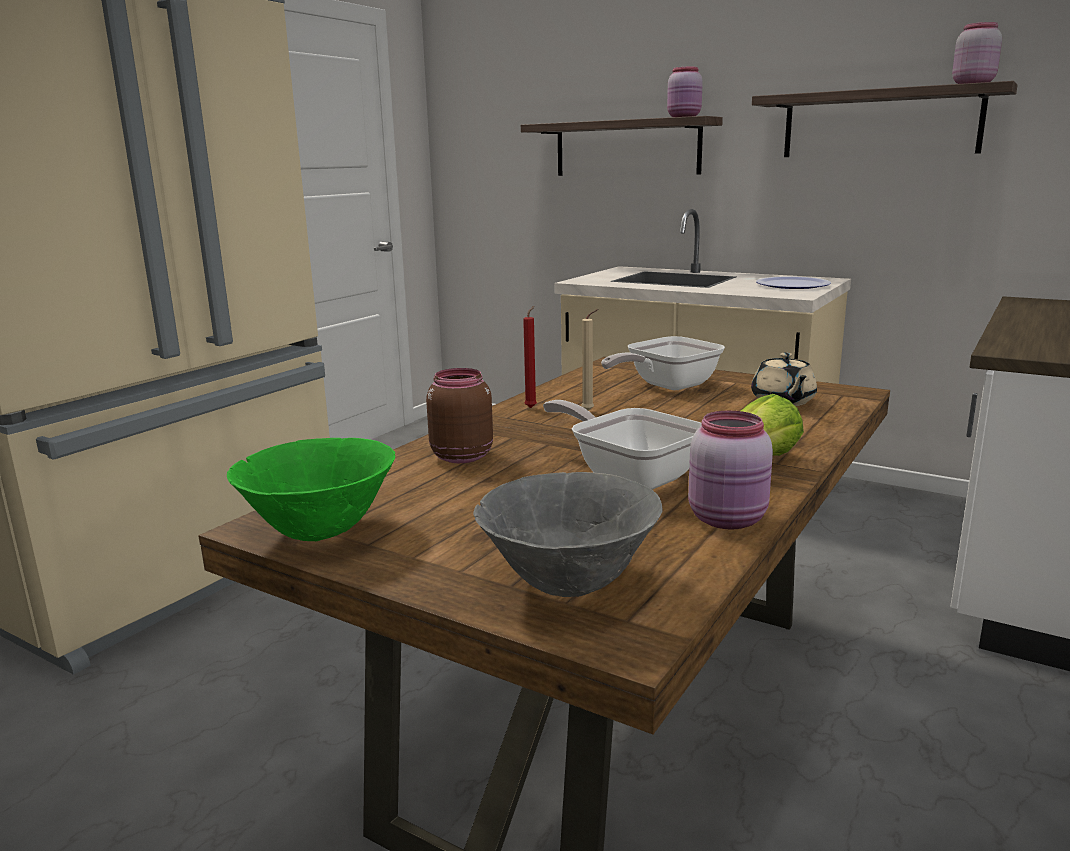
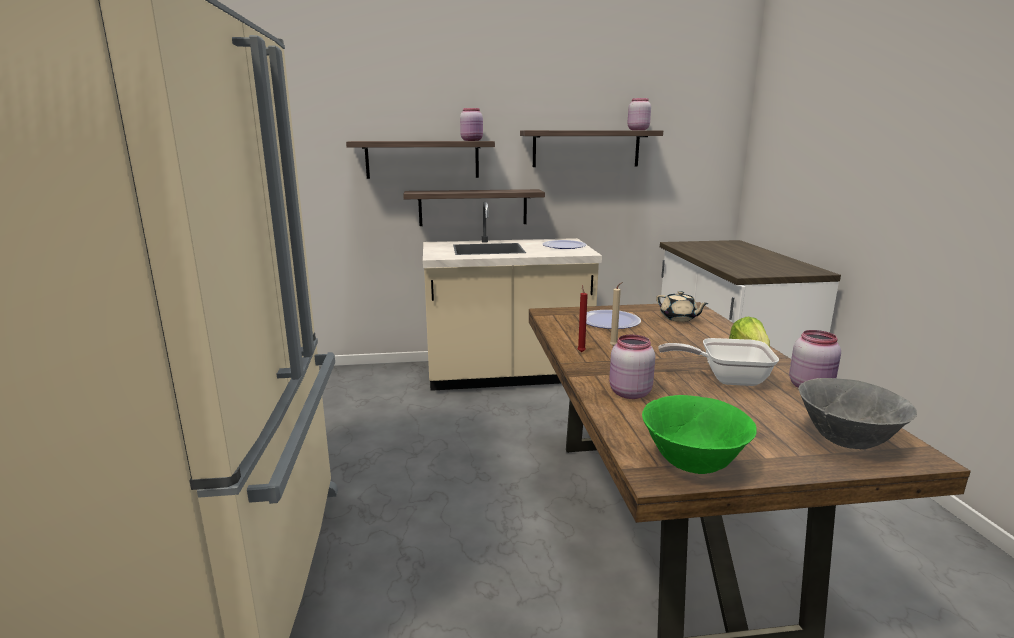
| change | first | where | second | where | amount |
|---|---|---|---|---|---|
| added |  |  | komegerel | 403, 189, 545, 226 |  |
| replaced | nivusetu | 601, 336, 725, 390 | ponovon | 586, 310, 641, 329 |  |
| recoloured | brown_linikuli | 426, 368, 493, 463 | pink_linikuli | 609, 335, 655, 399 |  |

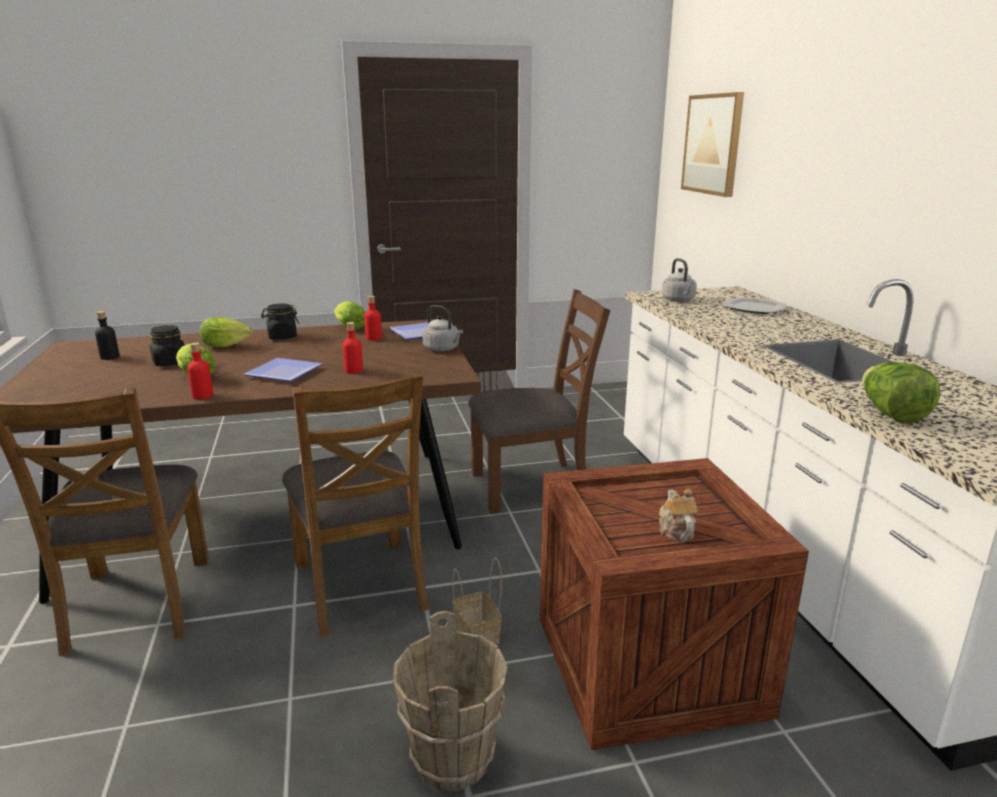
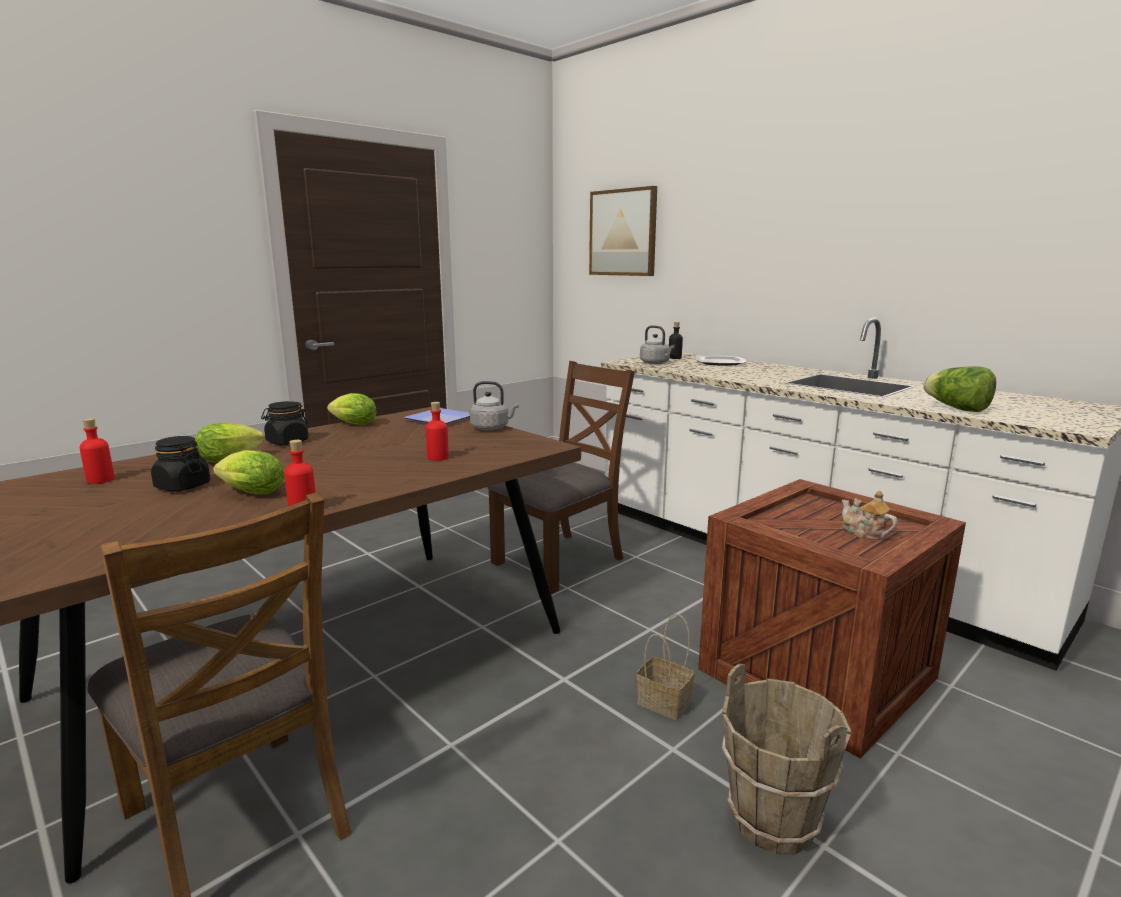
| change | first | where | second | where | amount |
|---|---|---|---|---|---|
| moved | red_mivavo | 364, 296, 382, 341 |  | 80, 418, 115, 484 |  |
| moved | black_mivavo | 95, 311, 119, 360 |  | 669, 322, 683, 359 |  |
| removed | ponovon | 243, 358, 322, 381 |  |  |  |
| removed | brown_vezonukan | 282, 371, 429, 637 |  |  |  |

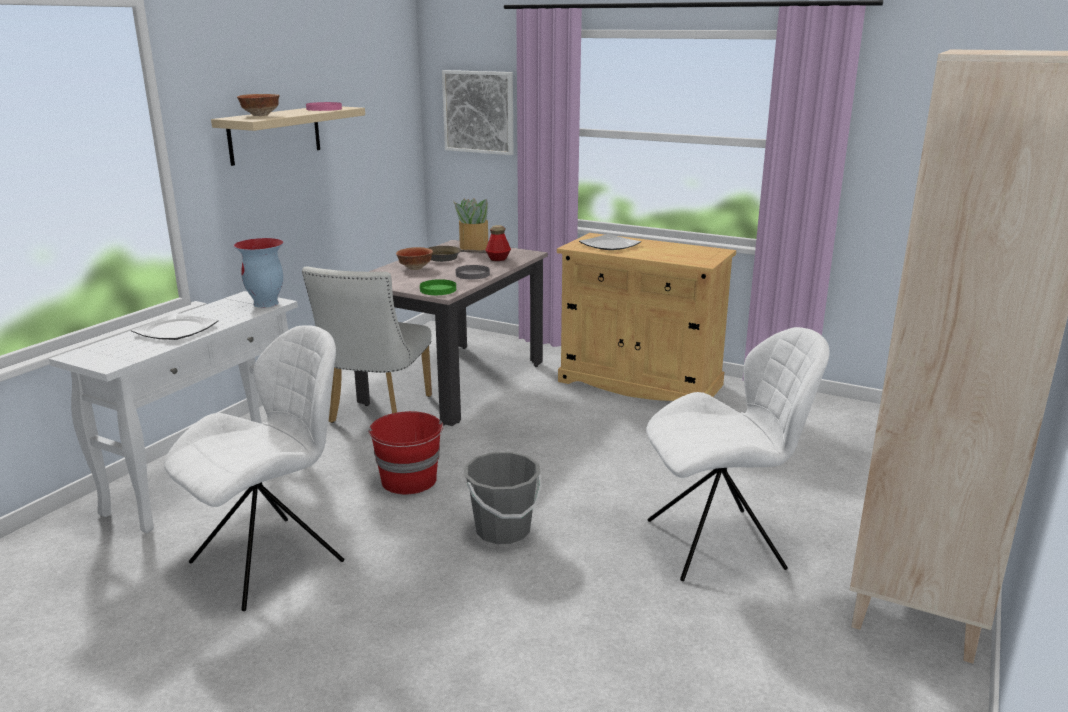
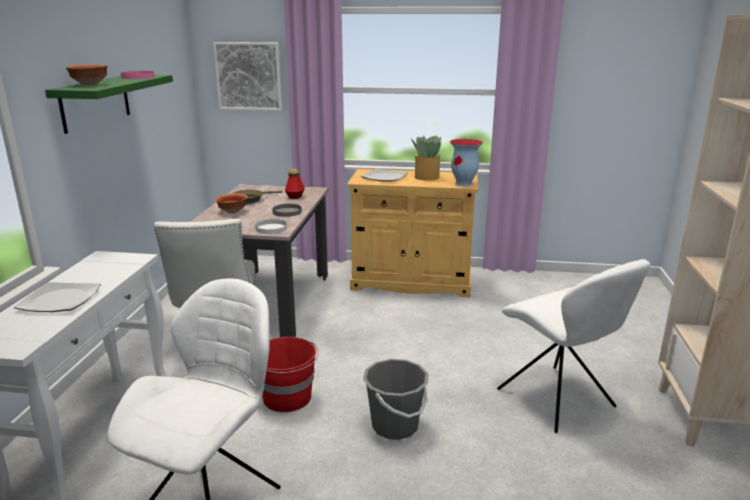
| change | first | where | second | where | amount |
|---|---|---|---|---|---|
| recoloured | beige_komegerel | 211, 107, 365, 166 | green_komegerel | 45, 75, 173, 134 |  |
| recoloured | green_ponovon | 420, 279, 456, 295 | white_ponovon | 255, 219, 287, 234 |  |
| moved | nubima | 454, 198, 488, 250 |  | 412, 135, 441, 180 |  |
| moved | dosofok | 234, 238, 284, 308 |  | 450, 139, 483, 186 |  |
| turned | white_vezonukan | 646, 327, 830, 581 |  | 497, 259, 650, 433 | 90 degrees clockwise |

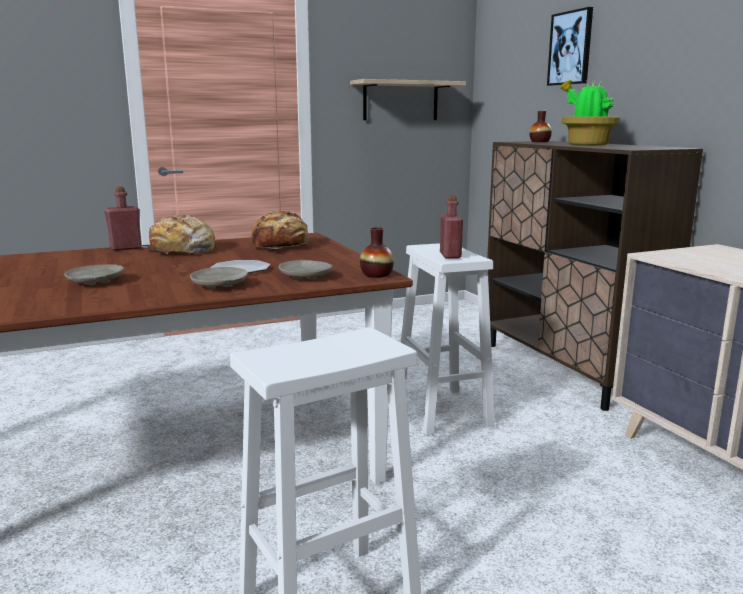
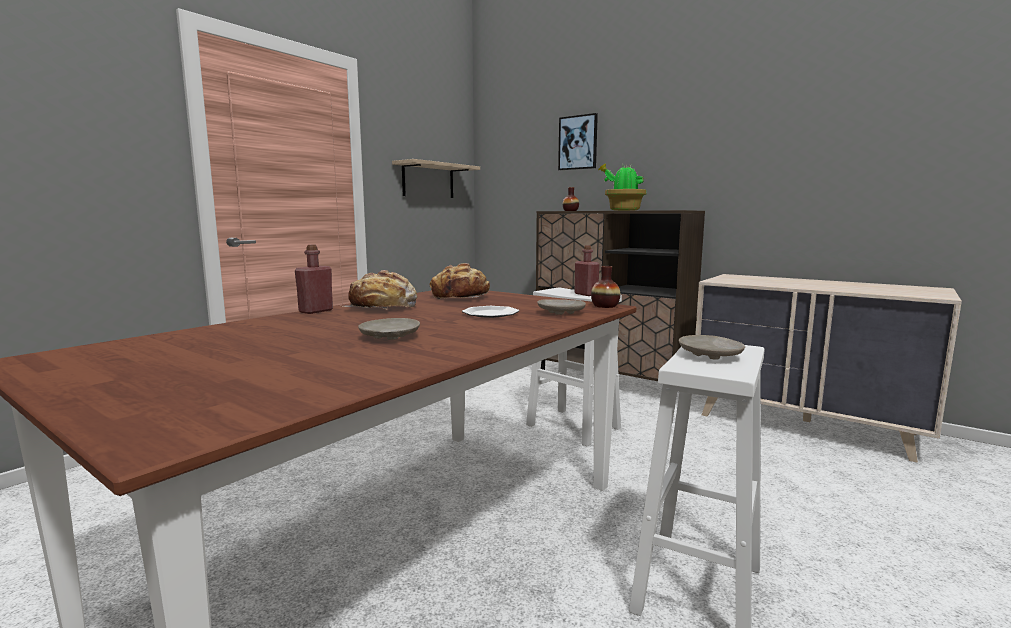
| change | first | where | second | where | amount |
|---|---|---|---|---|---|
| moved | beige_ponovon | 190, 267, 248, 289 |  | 679, 335, 745, 359 |  |

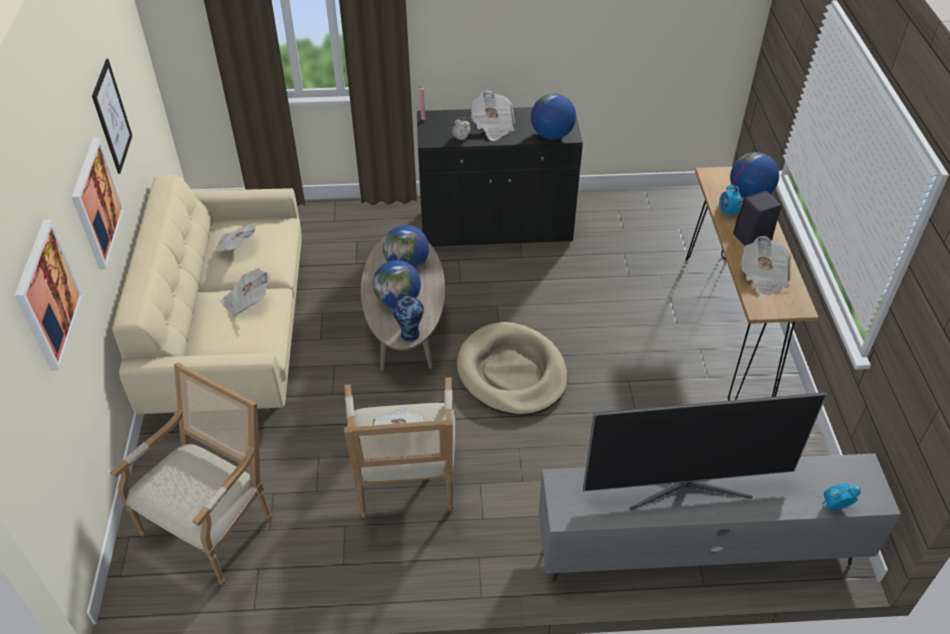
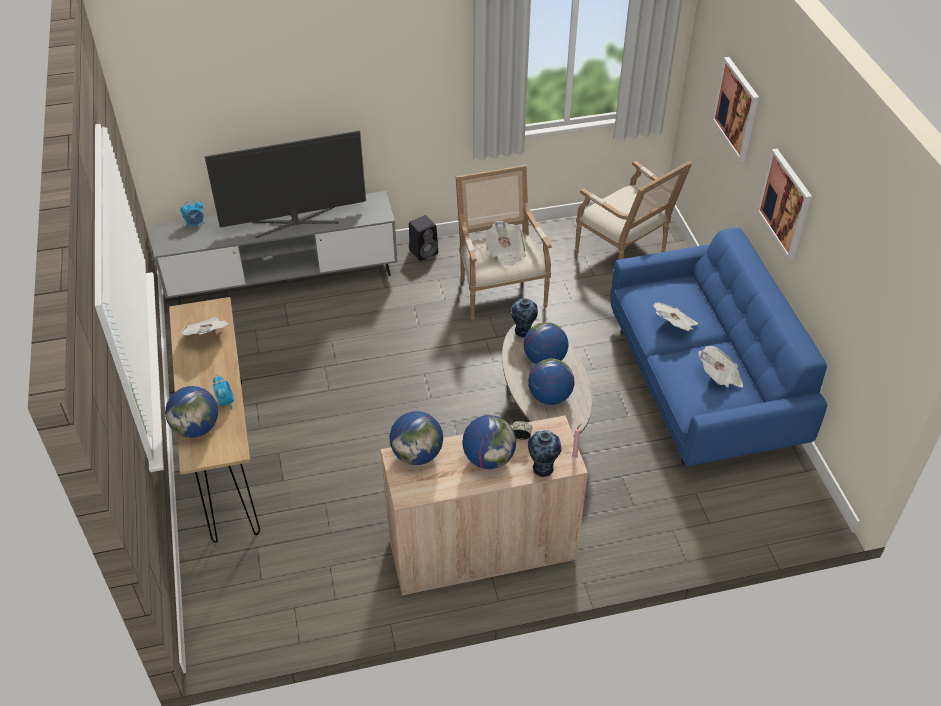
| change | first | where | second | where | amount |
|---|---|---|---|---|---|
| recoloured | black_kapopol | 417, 106, 583, 246 | beige_kapopol | 381, 415, 588, 596 |  |
| moved | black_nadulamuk | 733, 191, 781, 246 |  | 409, 215, 438, 261 |  |
| replaced | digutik | 471, 91, 515, 141 | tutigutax | 462, 415, 516, 469 |  |
| added |  |  | dosofok | 528, 430, 562, 477 |  |
| turned | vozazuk | 110, 362, 271, 585 |  | 575, 161, 692, 260 | 60 degrees counterclockwise |
| recoloured | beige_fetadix | 112, 175, 302, 414 | blue_fetadix | 610, 228, 827, 466 |  |
| removed | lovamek | 92, 59, 132, 174 |  |  |  |
| removed | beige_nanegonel | 457, 322, 568, 415 |  |  |  |

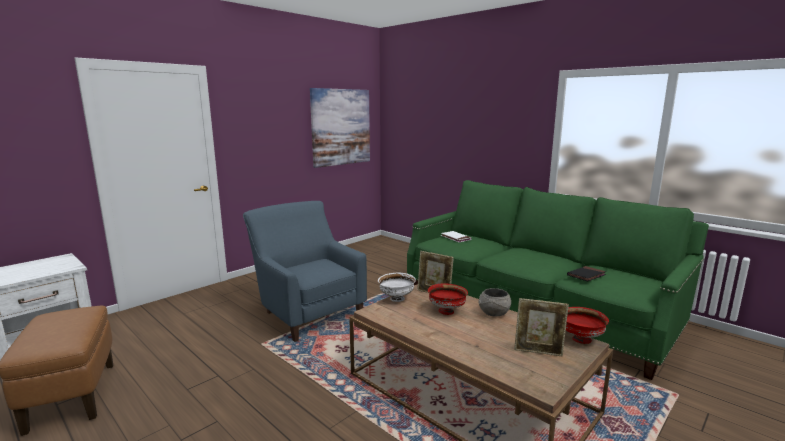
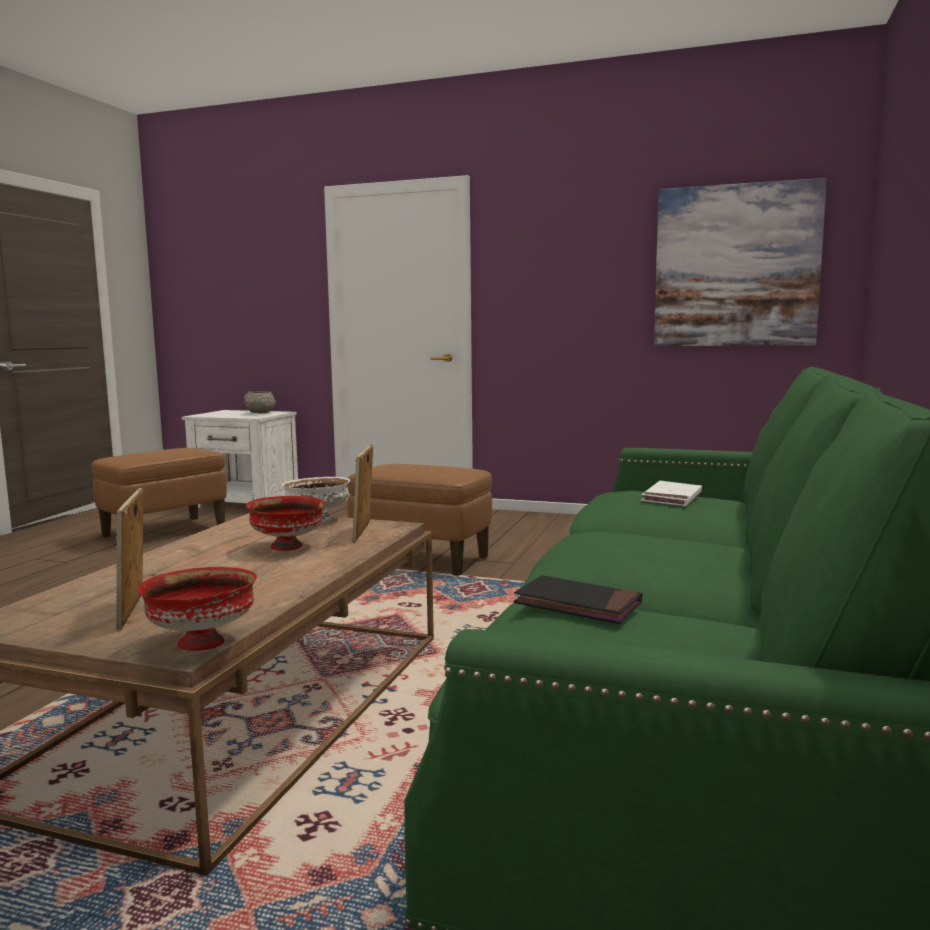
| change | first | where | second | where | amount |
|---|---|---|---|---|---|
| moved | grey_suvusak | 479, 288, 511, 317 |  | 244, 391, 276, 413 |  |
| replaced | blue_vozazuk | 243, 201, 367, 342 | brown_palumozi | 347, 464, 492, 575 |  |

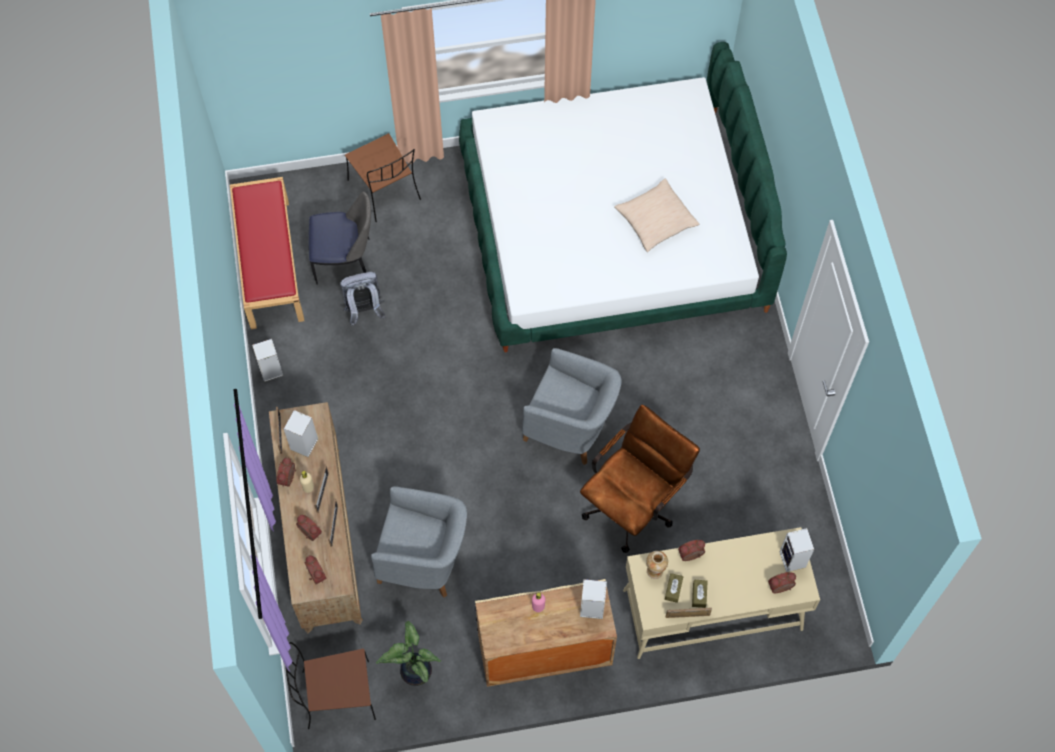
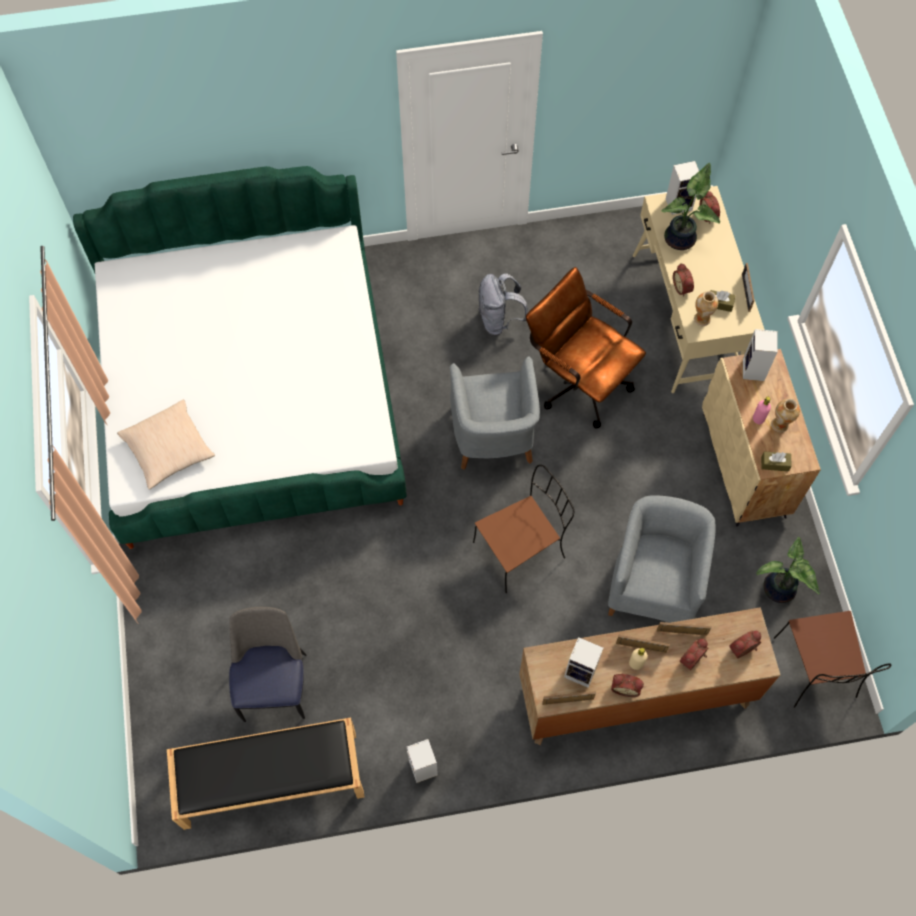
| change | first | where | second | where | amount |
|---|---|---|---|---|---|
| moved | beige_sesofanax | 614, 179, 699, 252 |  | 117, 400, 215, 490 |  |
| recoloured | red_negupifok | 230, 177, 304, 329 | black_negupifok | 167, 718, 365, 830 |  |
| turned | grey_vozazuk | 522, 348, 622, 465 |  | 450, 356, 540, 470 | 150 degrees clockwise |
| moved | brown_vezonukan | 345, 133, 421, 222 |  | 473, 465, 574, 593 |  |
| moved | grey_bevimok | 340, 272, 386, 327 |  | 478, 273, 528, 335 |  |
| added |  |  | nubima | 661, 163, 720, 250 |  |
| moved | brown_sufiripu | 692, 580, 708, 608 |  | 761, 451, 792, 472 |  |
| added |  |  | dosofok | 771, 399, 800, 433 |  |

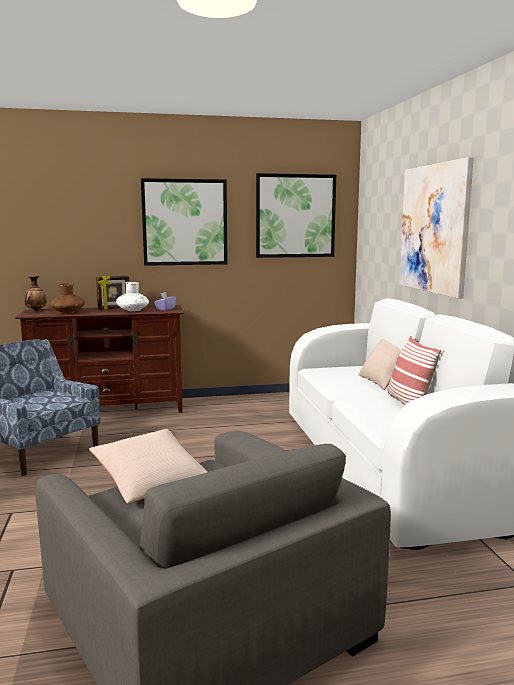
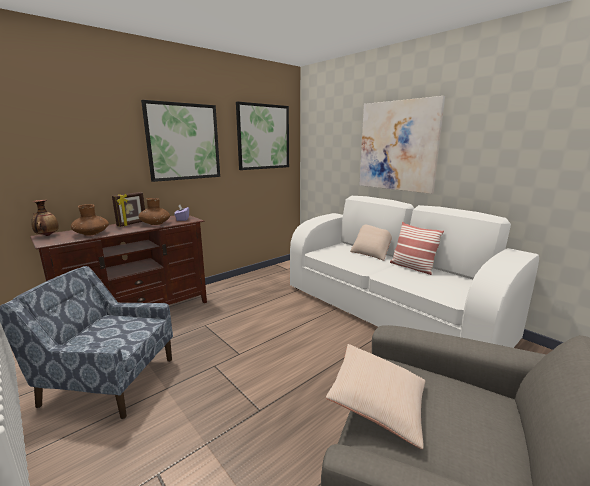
| change | first | where | second | where | amount |
|---|---|---|---|---|---|
| recoloured | white_dosofok | 116, 282, 149, 311 | brown_dosofok | 138, 198, 170, 225 |  |

